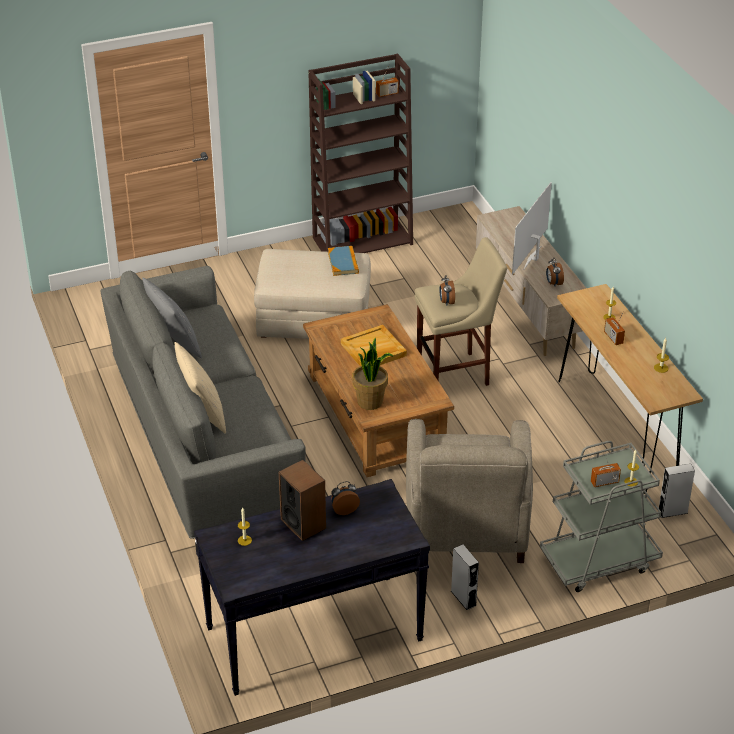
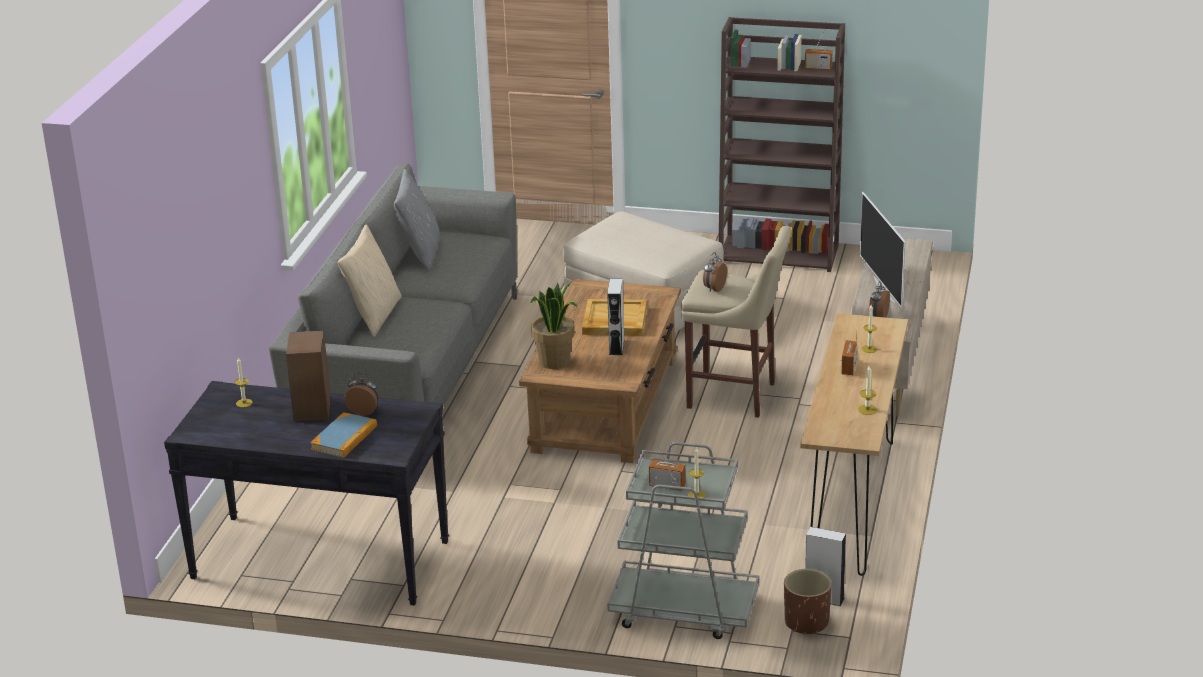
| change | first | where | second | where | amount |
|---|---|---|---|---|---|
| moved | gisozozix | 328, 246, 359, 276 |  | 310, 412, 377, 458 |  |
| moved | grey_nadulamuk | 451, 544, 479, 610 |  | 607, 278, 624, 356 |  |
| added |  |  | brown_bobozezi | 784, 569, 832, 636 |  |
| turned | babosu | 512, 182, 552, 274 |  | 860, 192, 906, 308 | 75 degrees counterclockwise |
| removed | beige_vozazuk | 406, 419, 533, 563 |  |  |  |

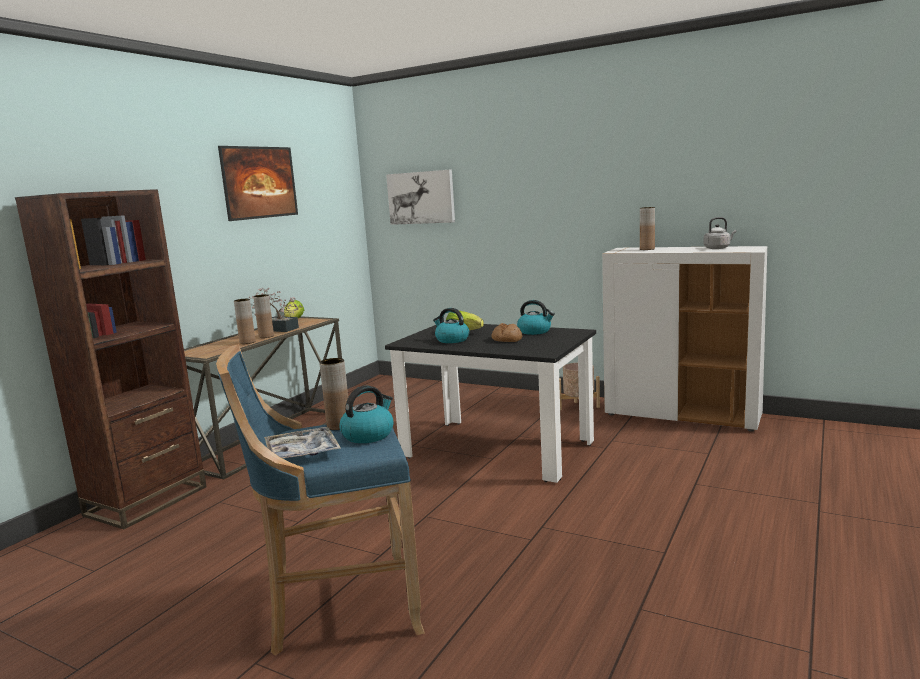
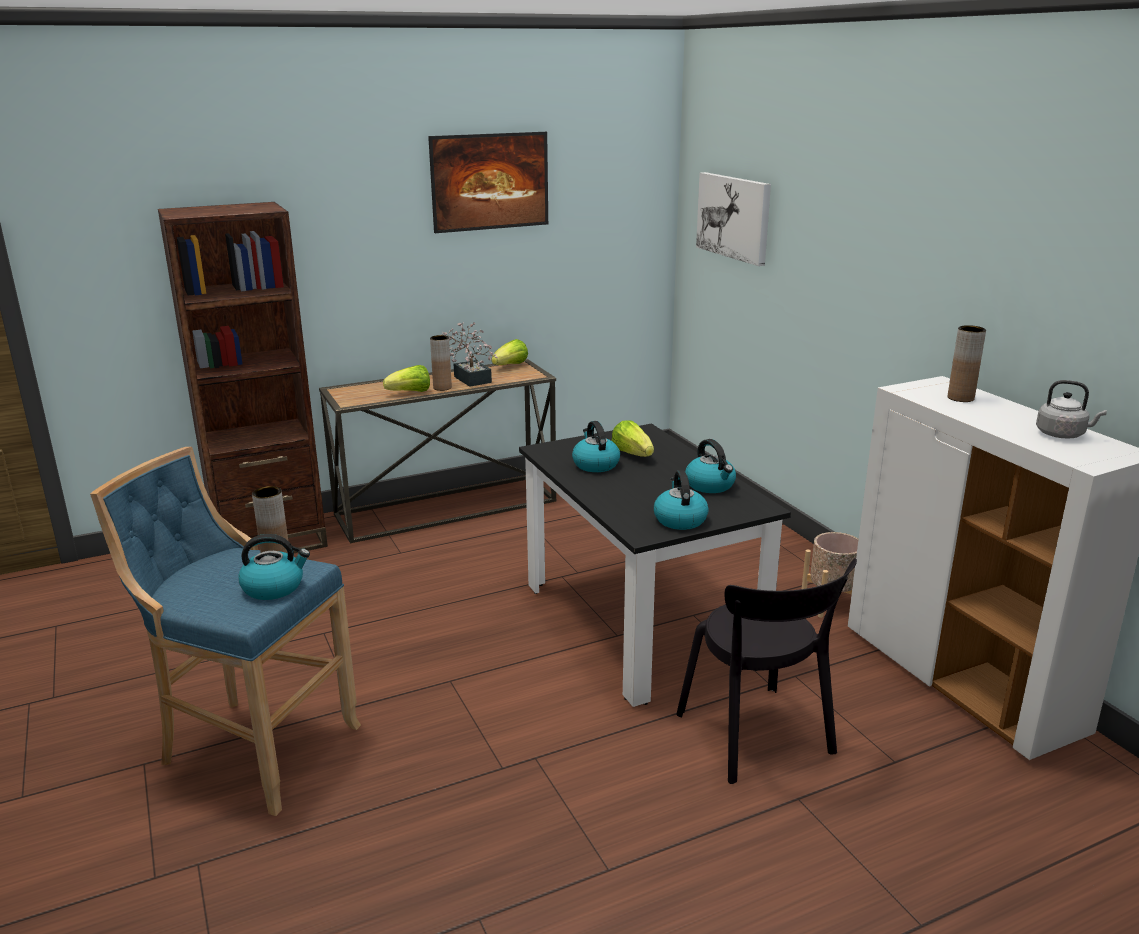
| change | first | where | second | where | amount |
|---|---|---|---|---|---|
| replaced | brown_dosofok | 234, 299, 256, 344 | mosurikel | 383, 365, 430, 392 |  |
| added |  |  | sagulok | 654, 471, 709, 530 |  |
| added |  |  | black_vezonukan | 677, 558, 857, 784 |  |
| removed | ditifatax | 264, 427, 341, 459 |  |  |  |
| removed | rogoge | 491, 323, 522, 342 |  |  |  |

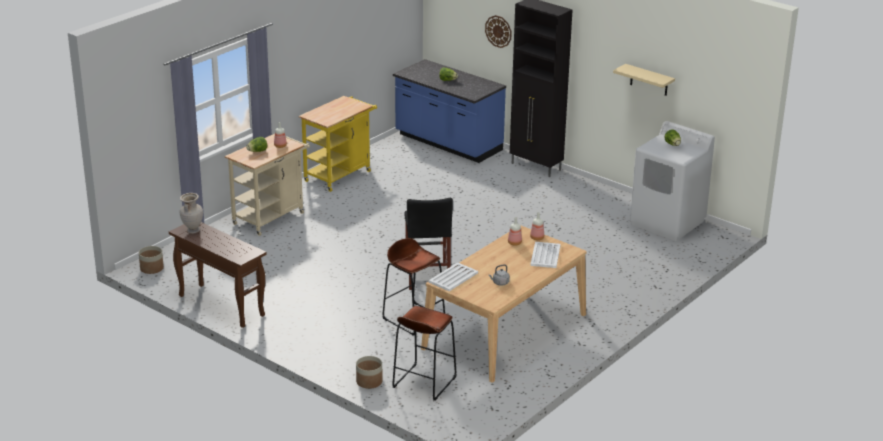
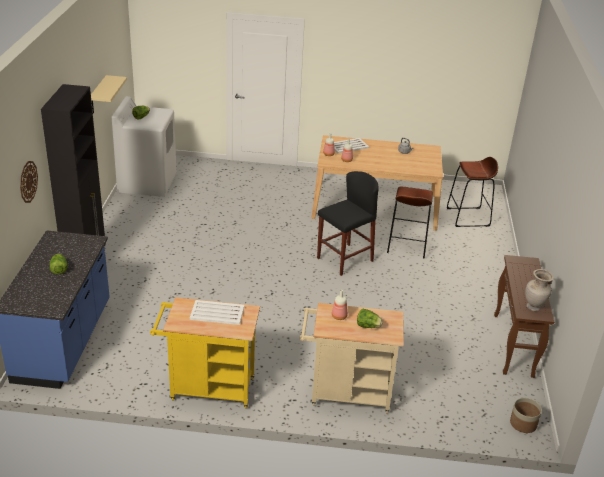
| change | first | where | second | where | amount |
|---|---|---|---|---|---|
| moved | white_ditifatax | 429, 263, 478, 291 |  | 190, 300, 244, 325 |  |
| removed | bobozezi | 356, 356, 382, 389 |  |  |  |

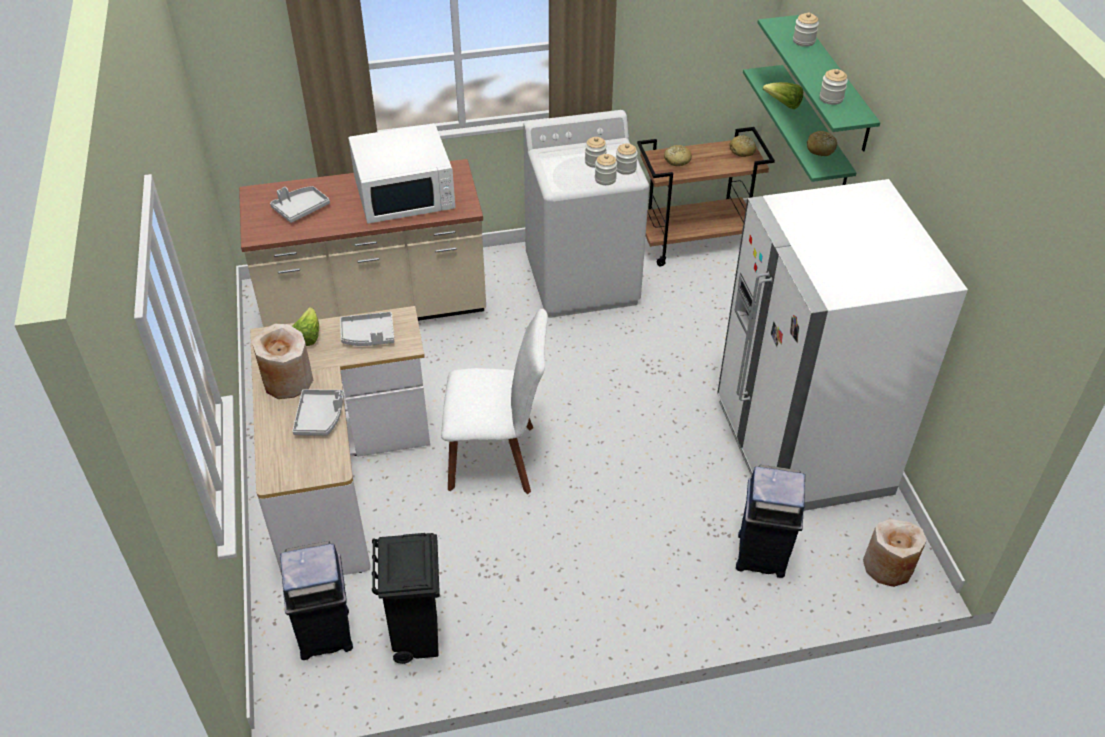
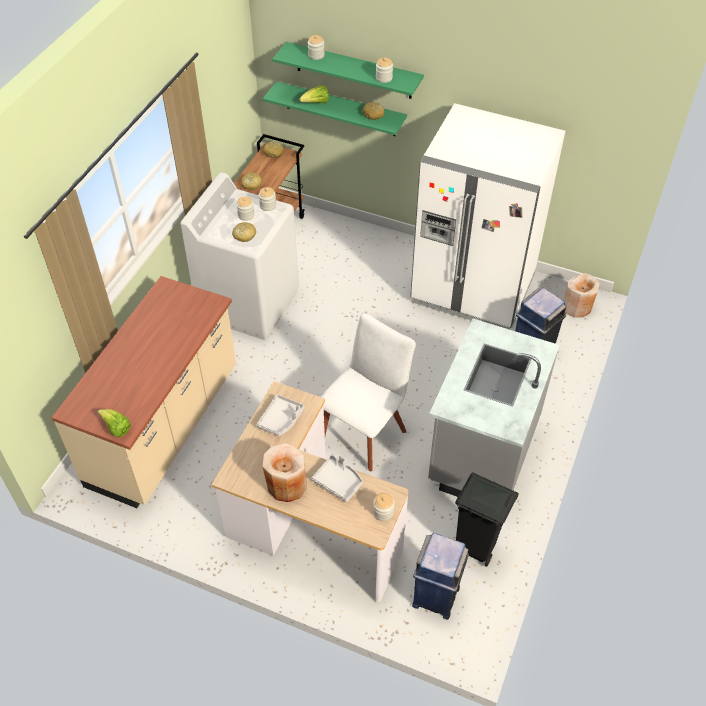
| change | first | where | second | where | amount |
|---|---|---|---|---|---|
| moved | mosurikel | 292, 307, 319, 346 |  | 97, 409, 131, 437 |  |
| added |  |  | rogoge | 232, 222, 256, 242 |  |
| moved | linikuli | 595, 154, 617, 185 |  | 373, 493, 395, 521 |  |
| added |  |  | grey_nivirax | 428, 319, 559, 497 |  |
| removed | grey_ditifatax | 270, 186, 330, 223 |  |  |  |
| removed | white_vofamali | 348, 123, 455, 223 |  |  |  |

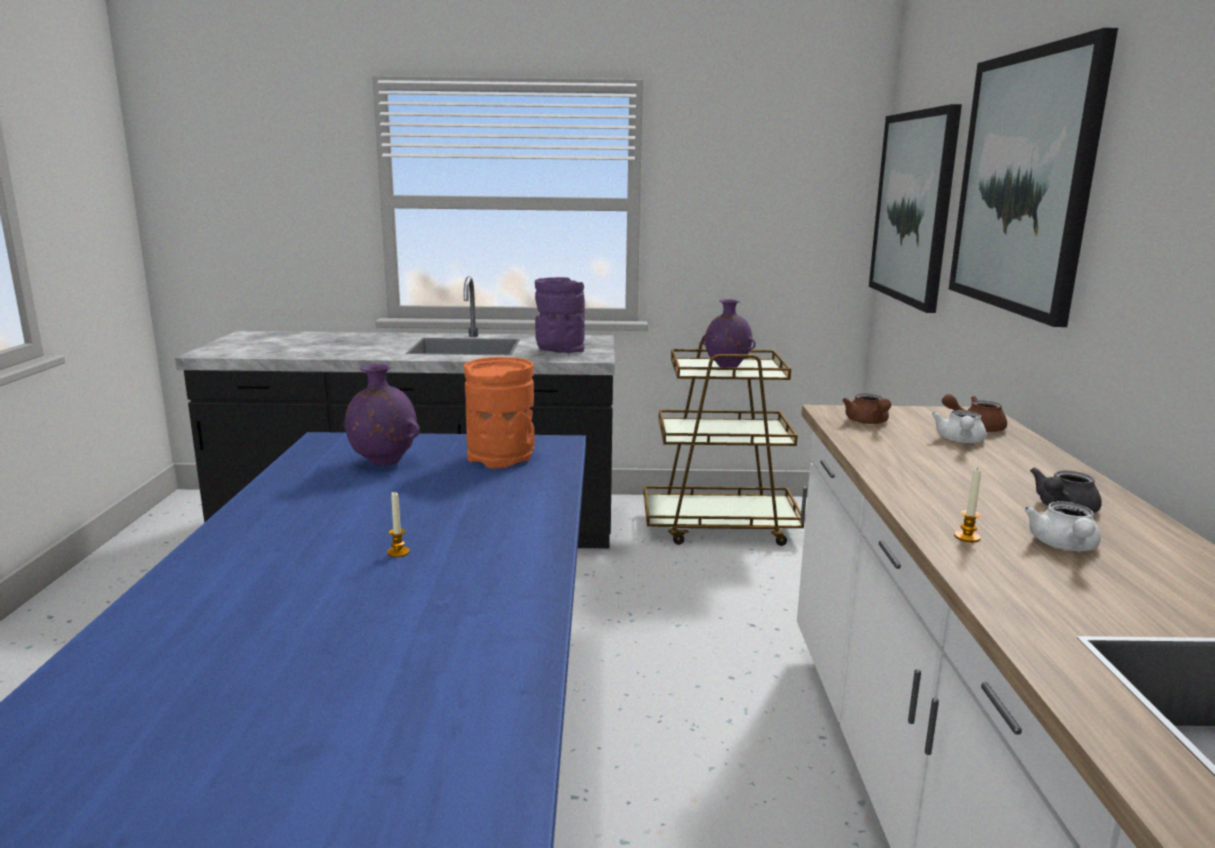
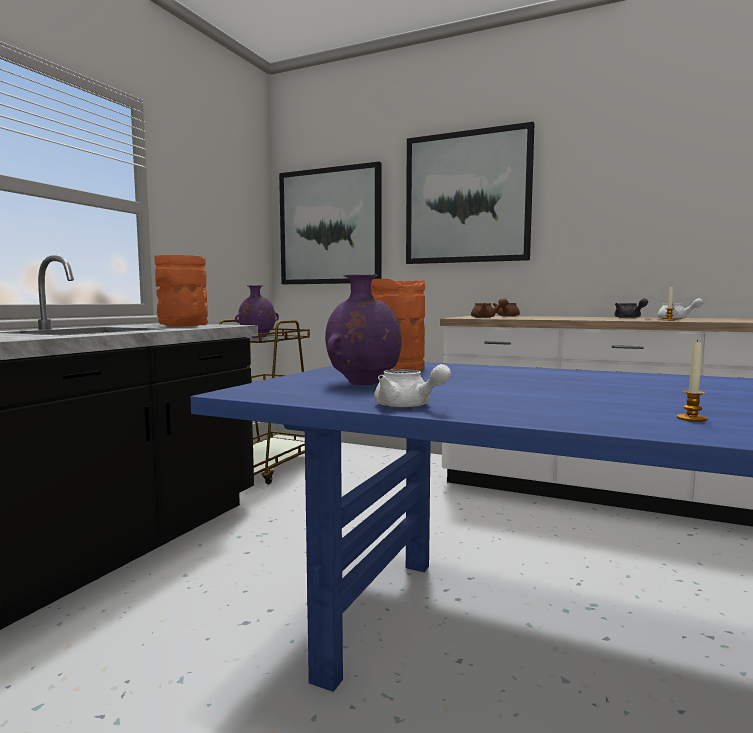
| change | first | where | second | where | amount |
|---|---|---|---|---|---|
| recoloured | purple_dosofok | 535, 277, 585, 353 | orange_dosofok | 154, 255, 208, 327 |  |
| moved | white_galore | 931, 410, 986, 443 |  | 374, 364, 451, 408 |  |
| moved | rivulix | 387, 491, 410, 557 |  | 677, 340, 708, 422 |  |

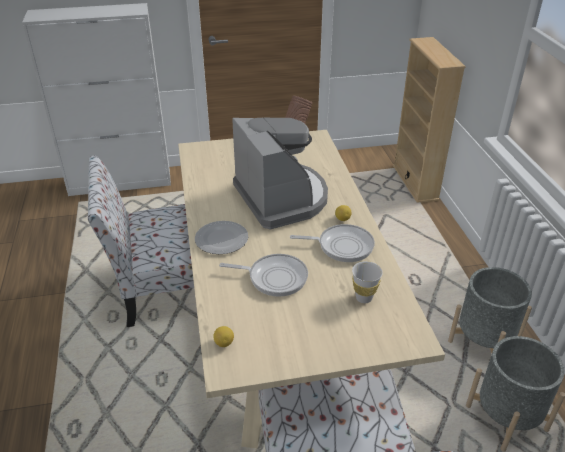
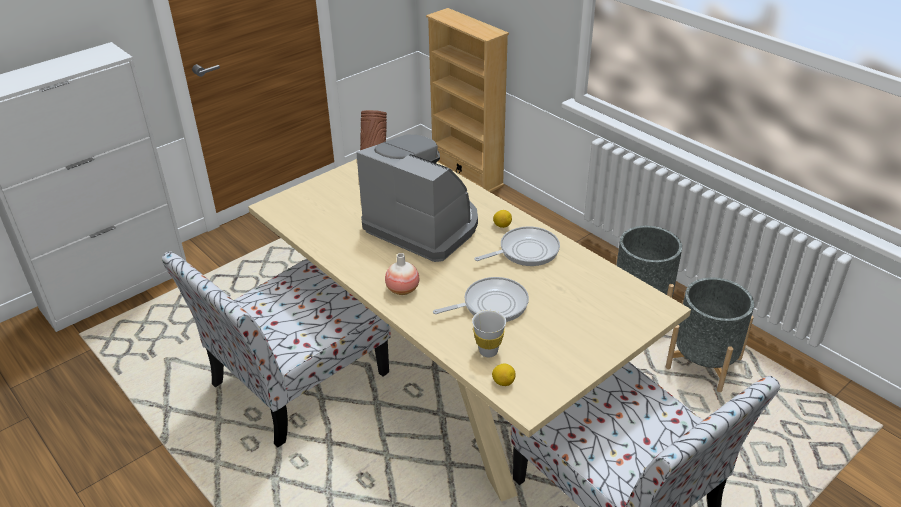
| change | first | where | second | where | amount |
|---|---|---|---|---|---|
| replaced | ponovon | 195, 221, 248, 254 | dosofok | 385, 253, 419, 295 |  |
| moved | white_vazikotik | 352, 261, 383, 303 |  | 472, 310, 506, 357 |  |

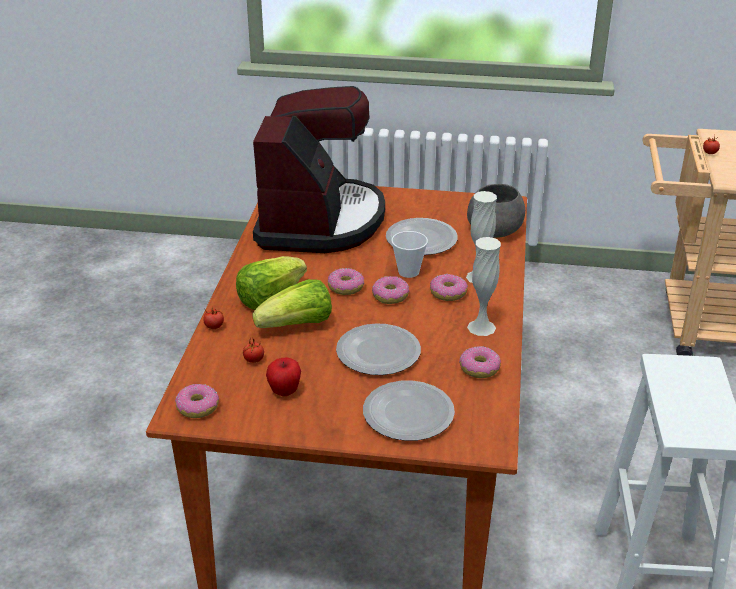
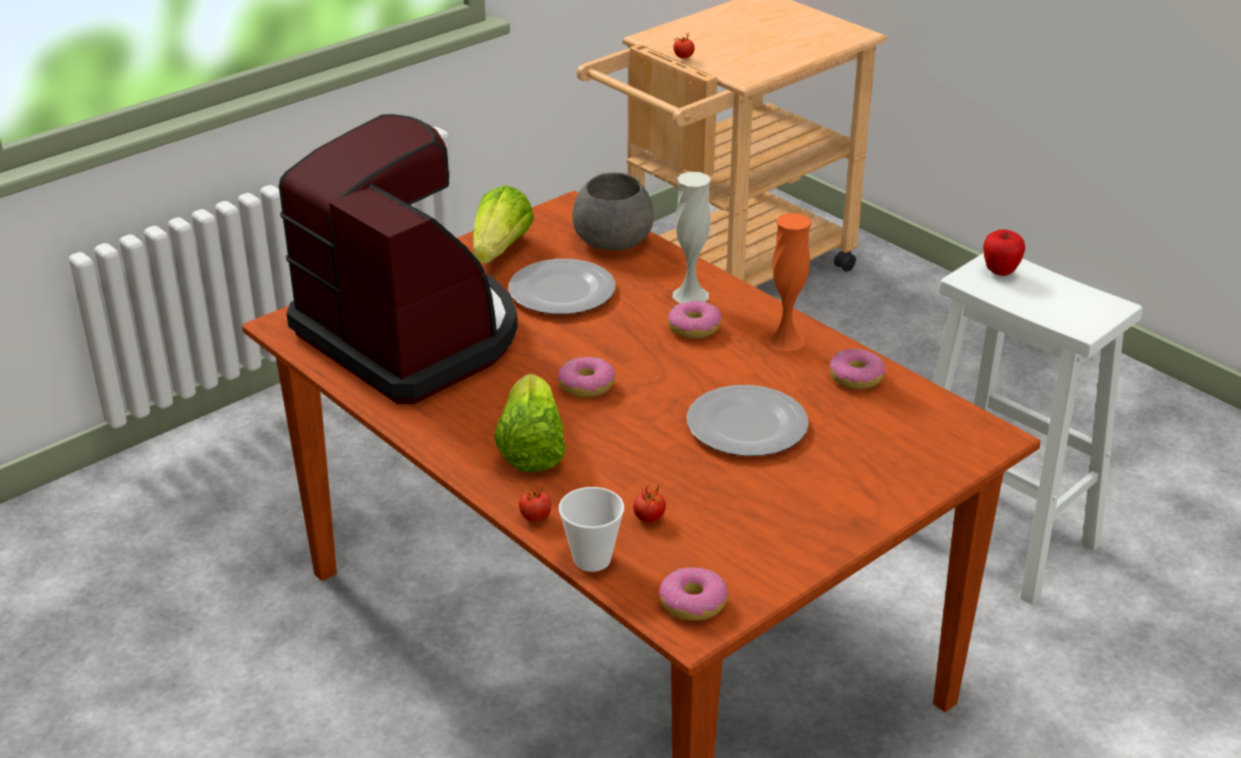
| change | first | where | second | where | amount |
|---|---|---|---|---|---|
| moved | mosurikel | 252, 279, 332, 328 |  | 473, 185, 534, 263 |  |
| moved | vazikotik | 391, 231, 428, 278 |  | 559, 487, 624, 572 |  |
| recoloured | white_dosofok | 467, 237, 501, 336 | orange_dosofok | 767, 213, 811, 351 |  |
| moved | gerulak | 266, 358, 301, 396 |  | 983, 229, 1025, 276 |  |
| removed | ponovon | 363, 380, 455, 441 |  |  |  |
| removed | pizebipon | 372, 276, 409, 304 |  |  |  |

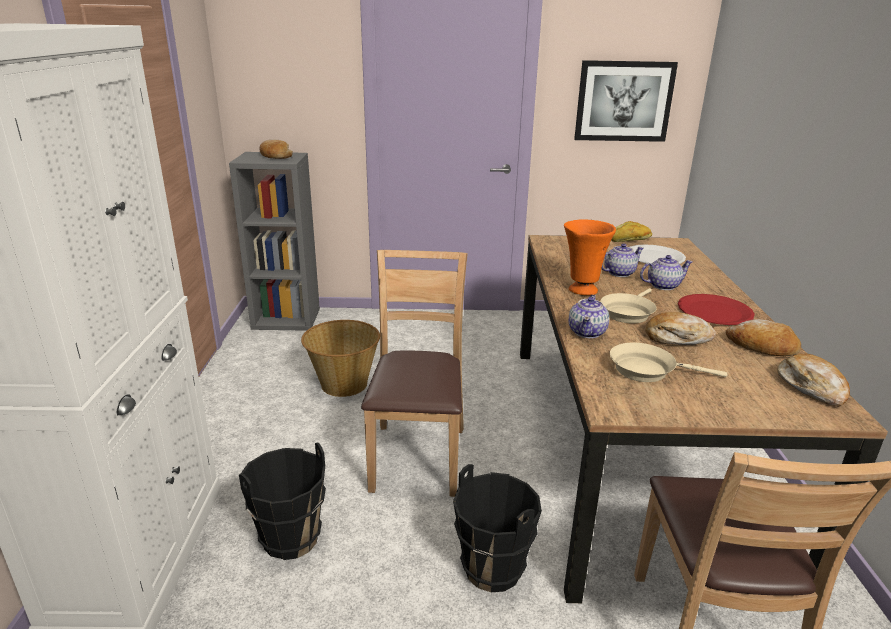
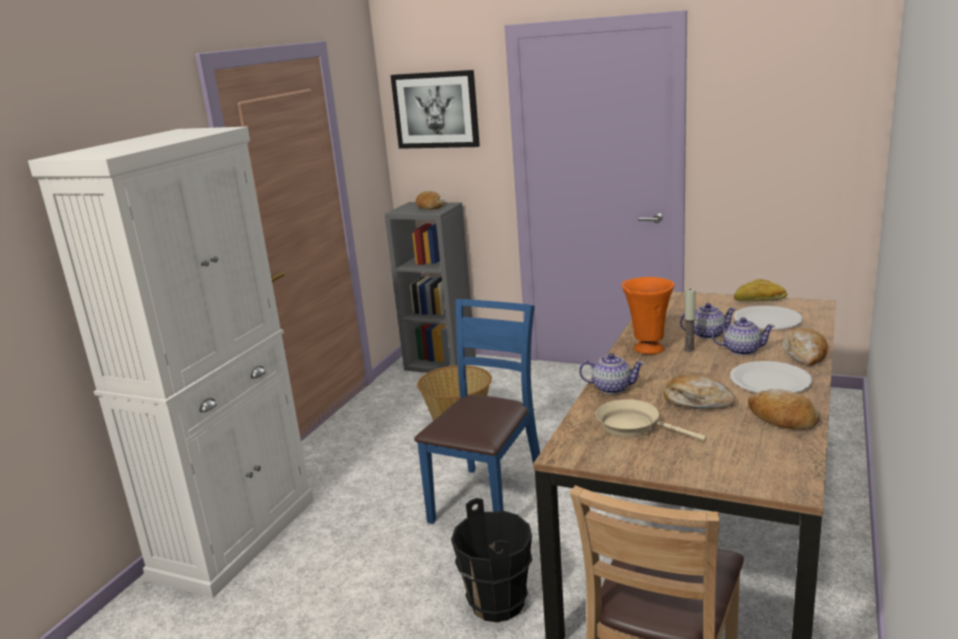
| change | first | where | second | where | amount |
|---|---|---|---|---|---|
| moved | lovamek | 574, 60, 678, 142 |  | 390, 70, 480, 149 |  |
| recoloured | brown_vezonukan | 361, 250, 468, 497 | blue_vezonukan | 414, 299, 540, 524 |  |
| turned | galore | 568, 295, 609, 338 |  | 579, 353, 645, 394 | 120 degrees counterclockwise |
| added |  |  | rivulix | 684, 289, 696, 352 |  |
| recoloured | red_ponovon | 678, 294, 755, 325 | white_ponovon | 730, 361, 812, 393 |  |
| moved | rogoge | 777, 353, 850, 407 |  | 783, 328, 828, 366 |  |
| removed | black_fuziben | 239, 442, 326, 560 |  |  |  |
| removed | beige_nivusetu | 600, 288, 657, 323 |  |  |  |

